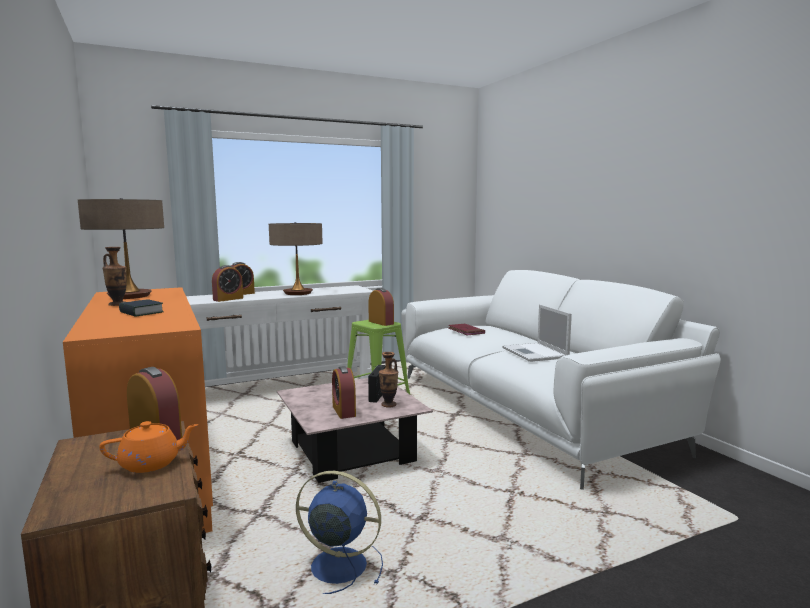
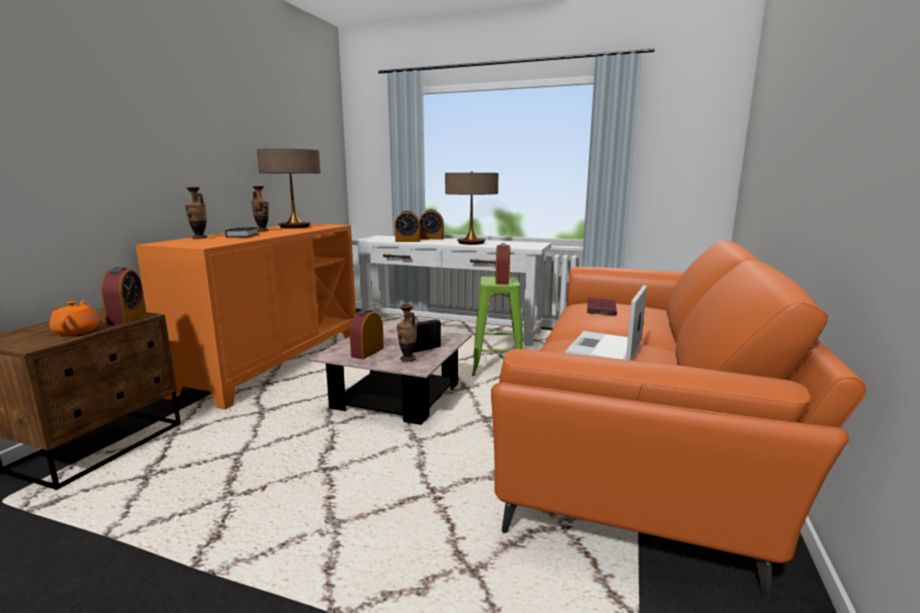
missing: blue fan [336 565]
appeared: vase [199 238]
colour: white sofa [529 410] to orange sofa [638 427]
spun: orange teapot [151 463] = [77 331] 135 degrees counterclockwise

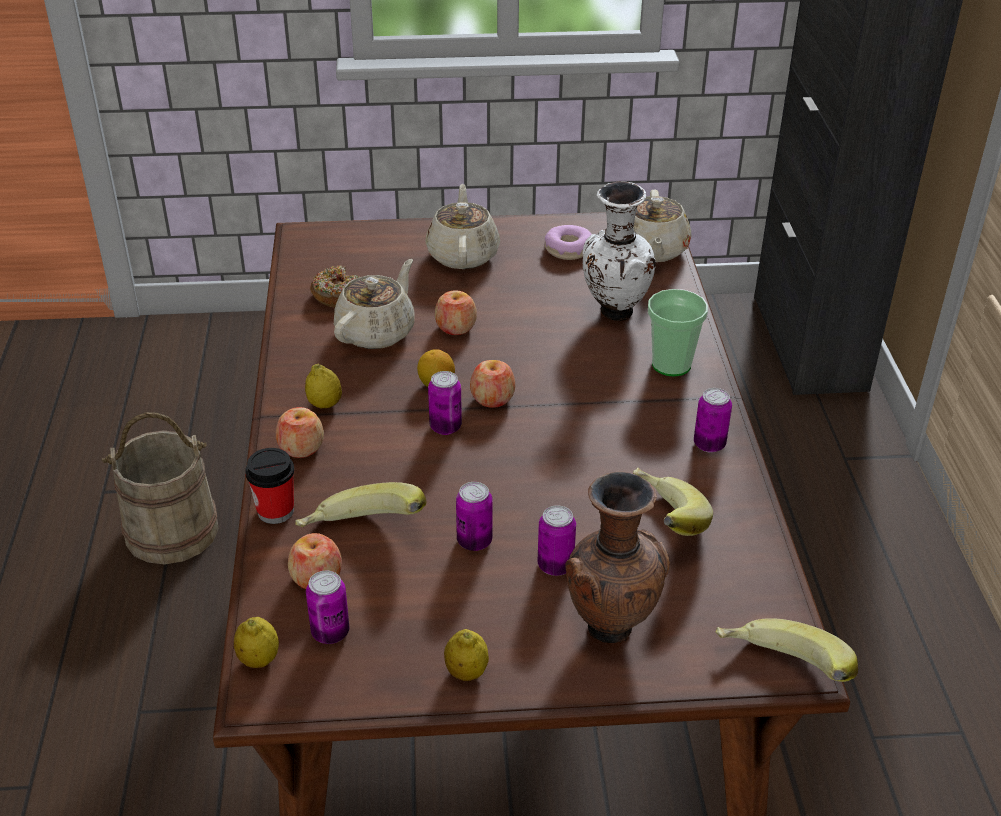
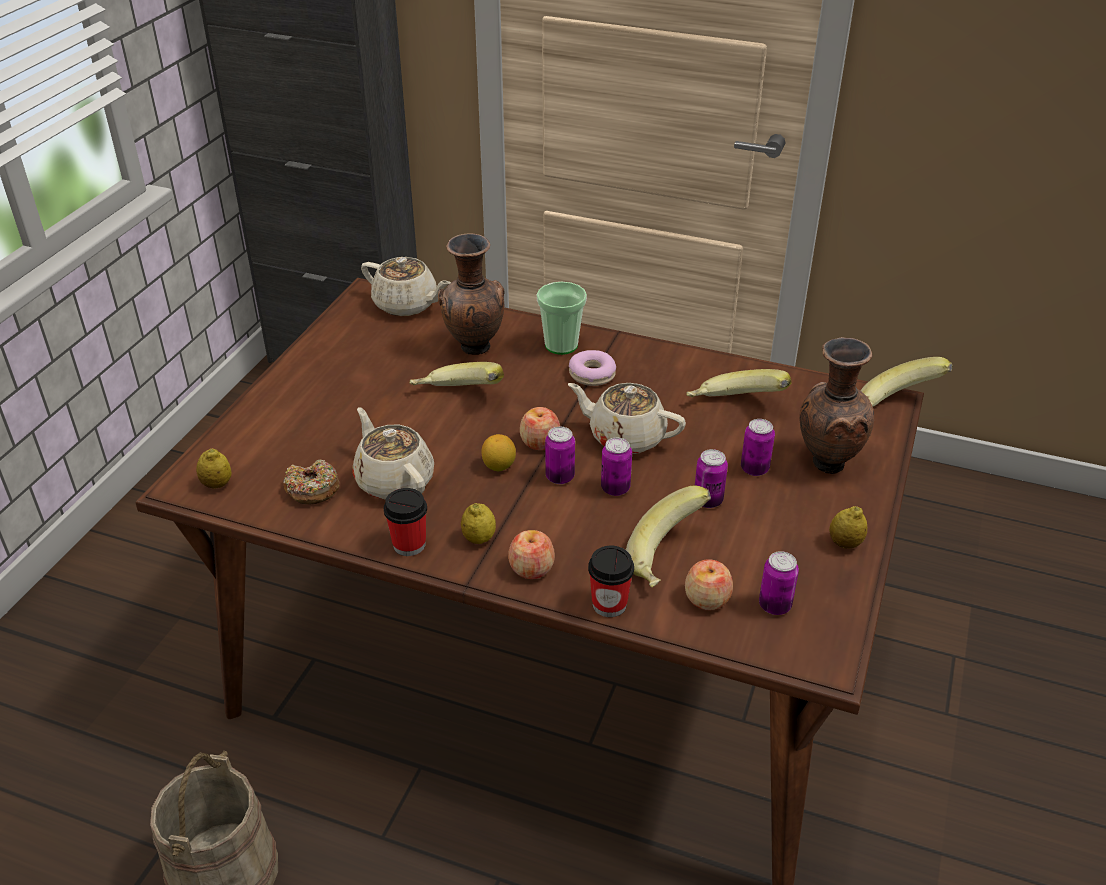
missing: apple [456 327]
appeared: cup [409 544]; banana [457 399]
relocated: lemon [259 659] to [217 484]; beige teapot [463 254] to [625 437]; donut [568 249] to [592 374]; can [709 444] to [615 488]
colour: white vase [613 312] to brown vase [474 349]

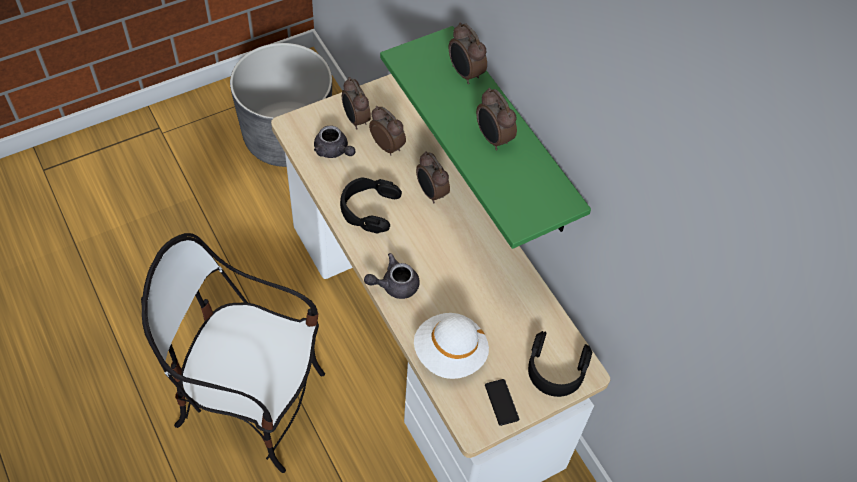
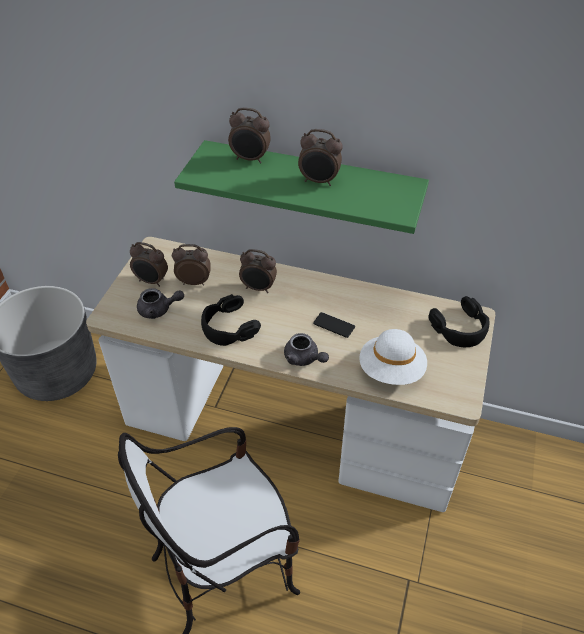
relocated: phone [501 402] to [334 325]
spun: grey teapot [394 285] = [304 359] 75 degrees counterclockwise

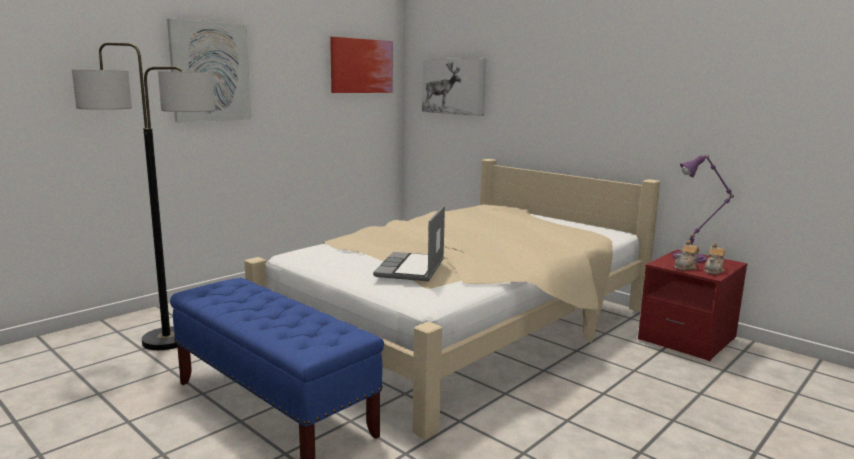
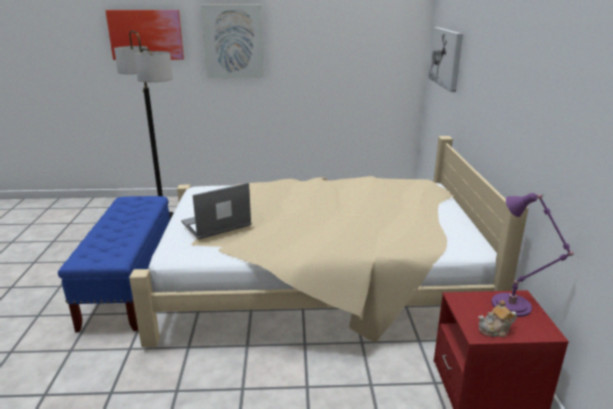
missing: teapot [686 267]
relocated: picture [361 66] to [146 35]

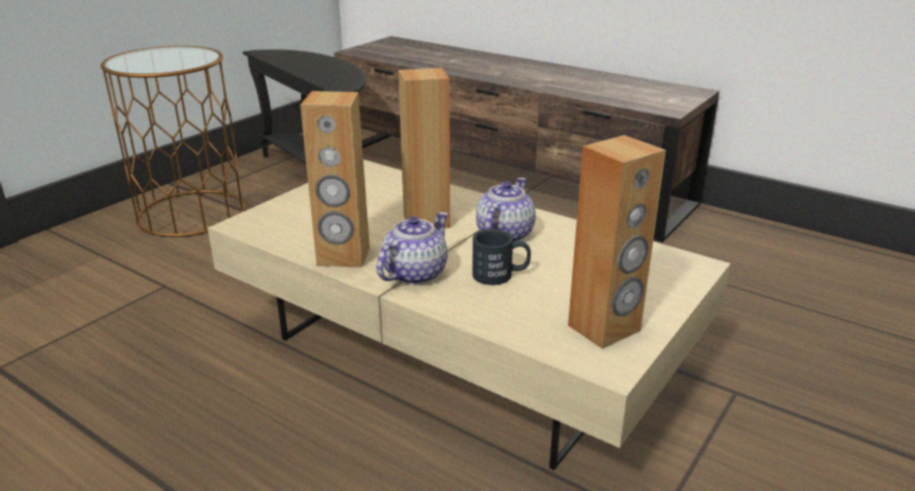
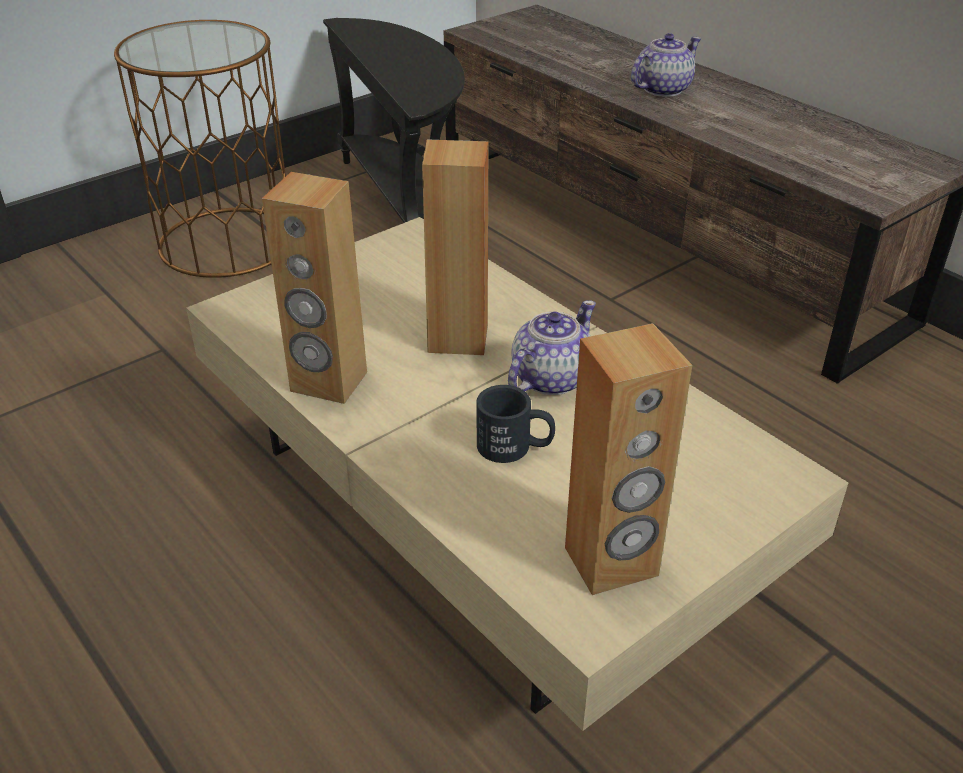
relocated: teapot [414 274] to [662 89]

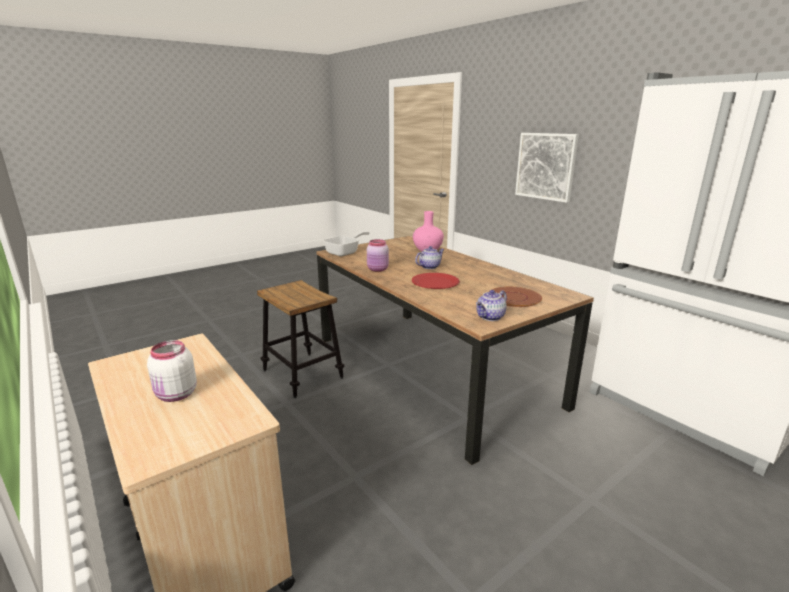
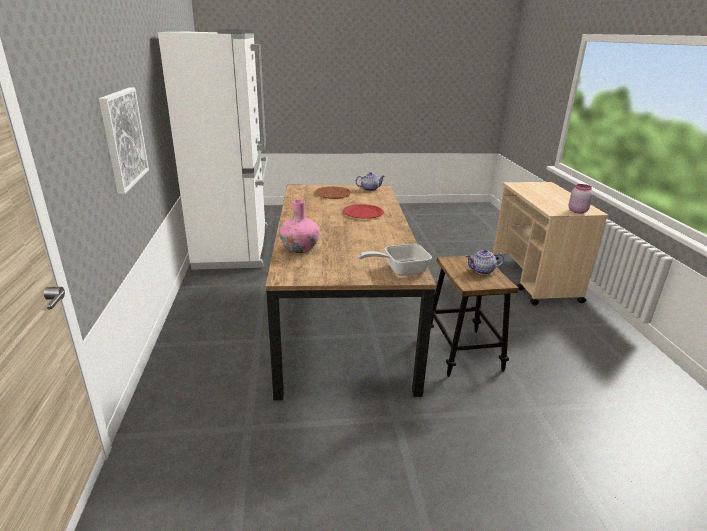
missing: white jar [176 395]
relocated: pink jar [378 269] to [577 211]; teapot [429 267] to [482 271]

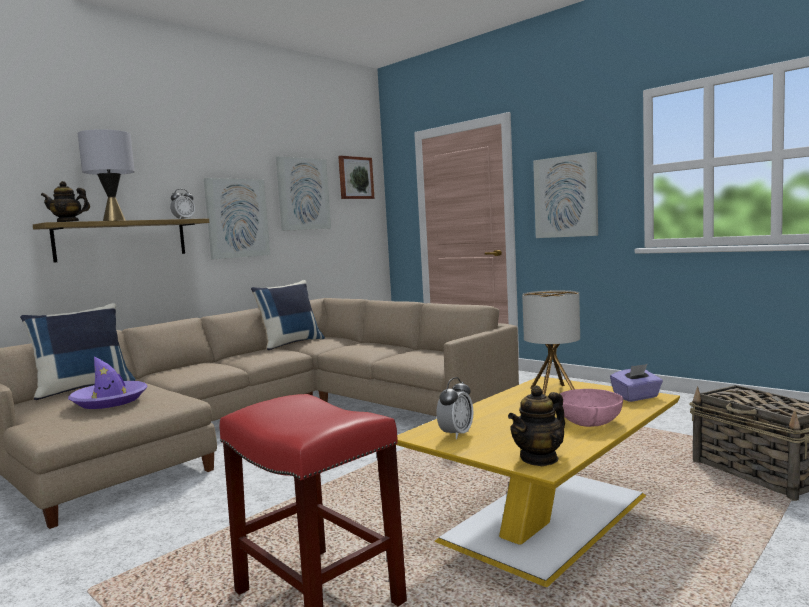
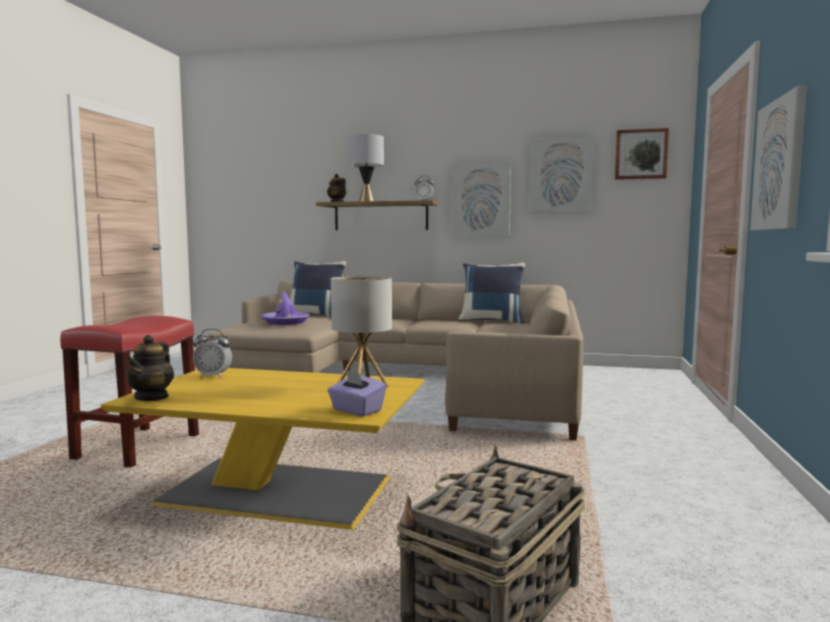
missing: pink bowl [589 421]
spun: teapot [539 458] = [152 397] 105 degrees counterclockwise

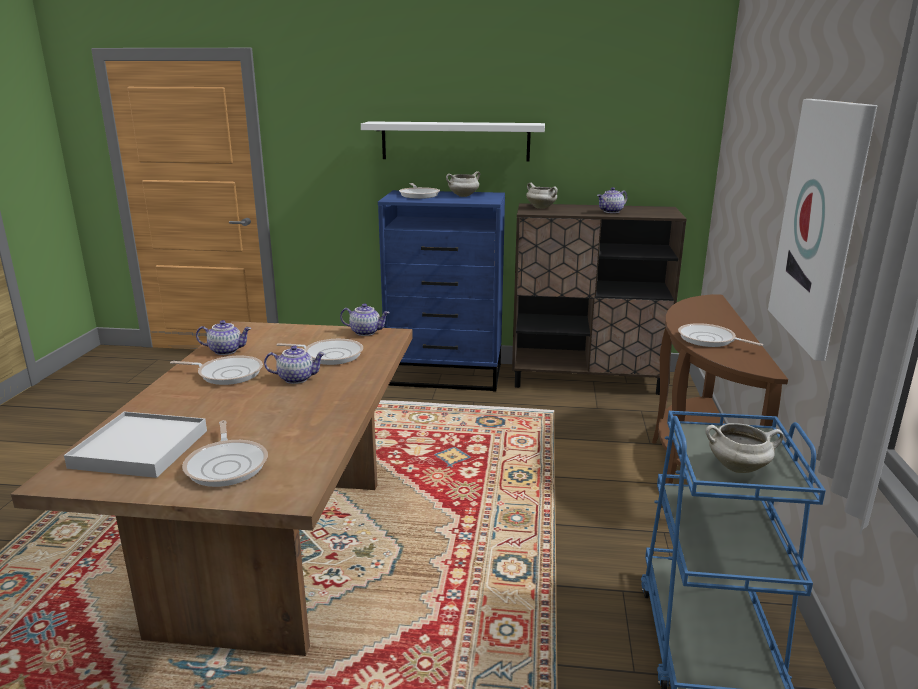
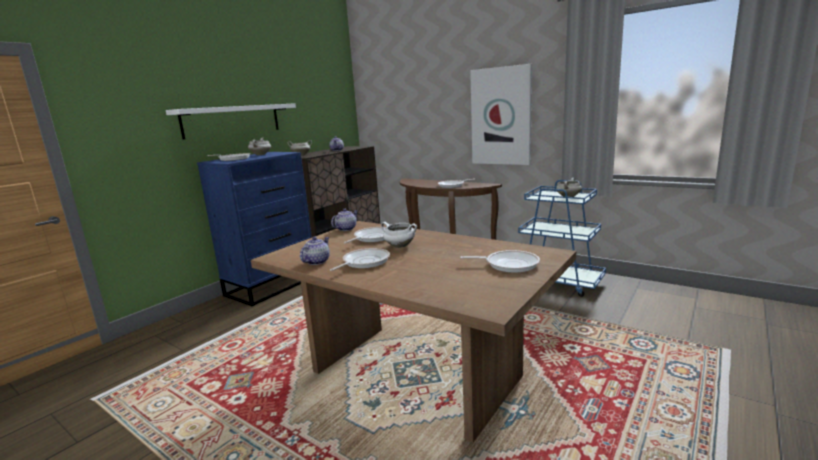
missing: white tray [141 448]
exchanged: teapot [297 378] to white cooking pot [399 246]

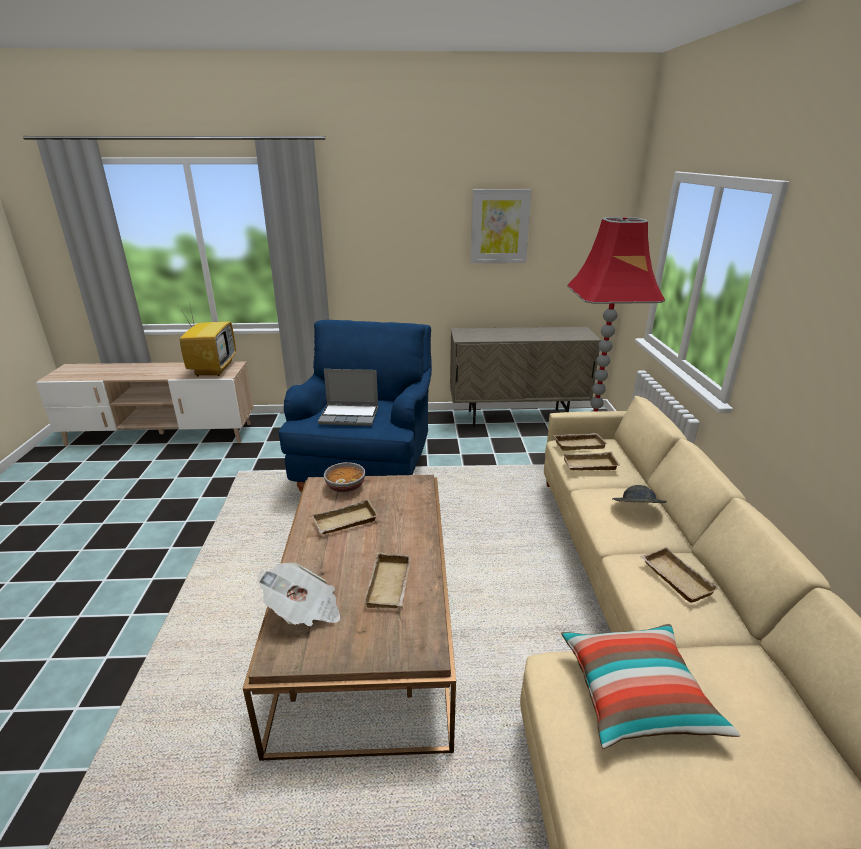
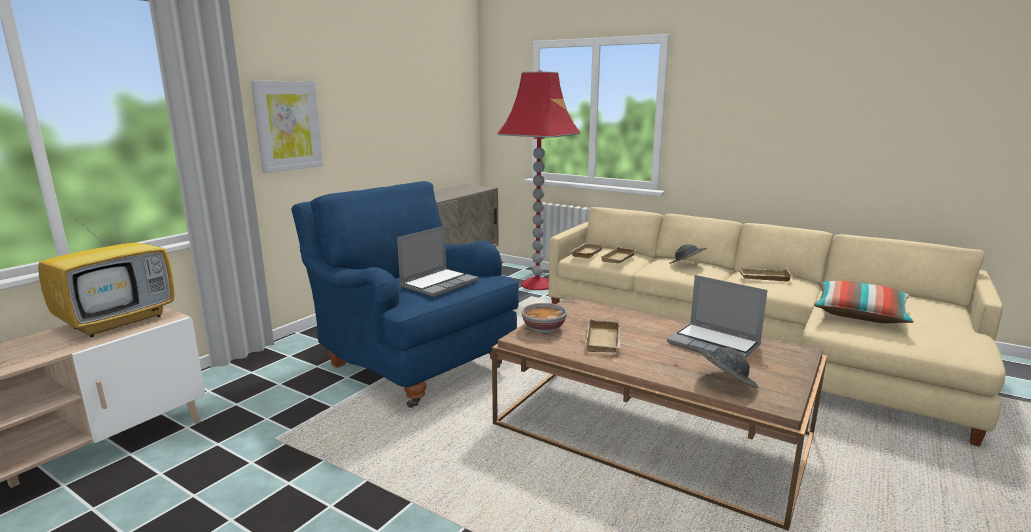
relocated: picture [499 226] to [288 126]
exchanged: newspaper [304 610] to grey hat [725 382]; beige tray [391 585] to laptop [715 344]
spun: television [213 369] = [120 321] 90 degrees clockwise

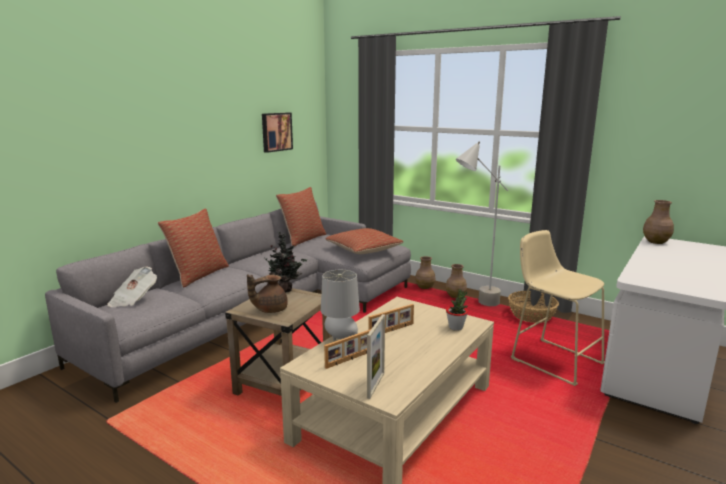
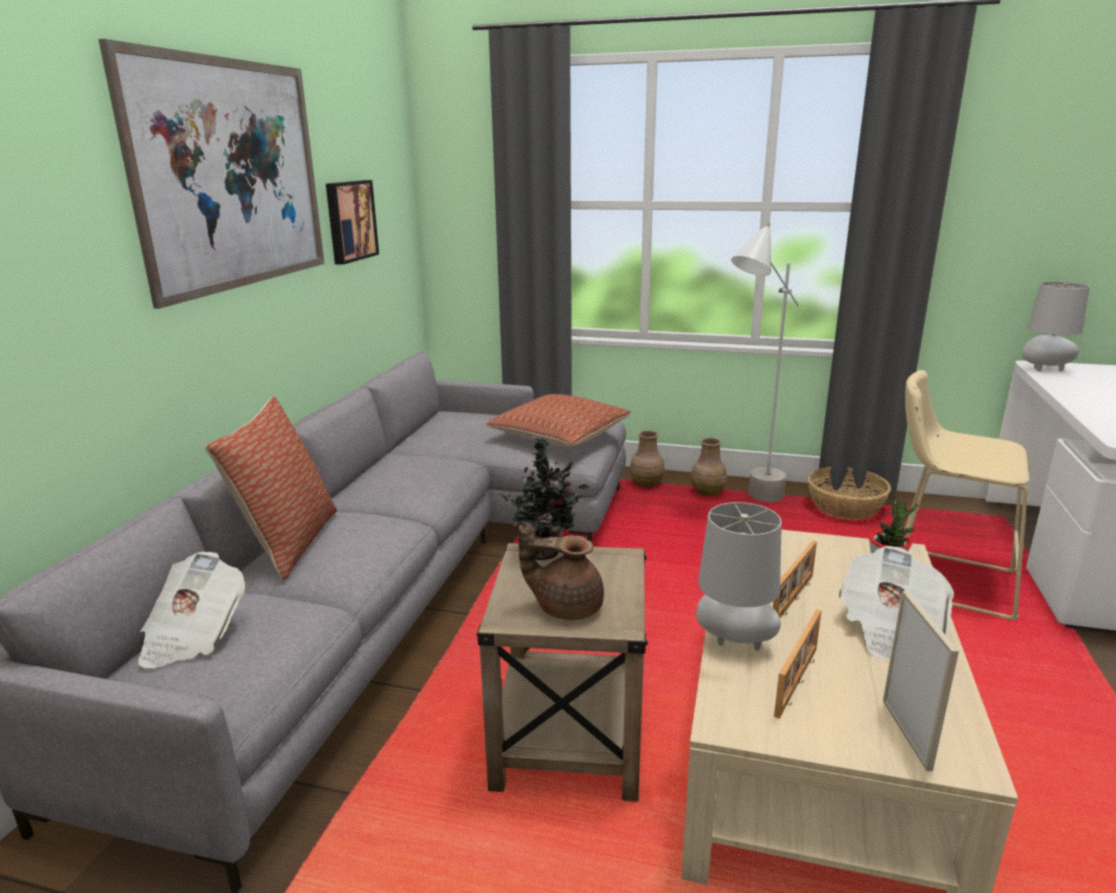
missing: pillow [303 239]
appeared: picture [233 175]; newspaper [890 629]
exchanged: brown vase [655 242] to grey table lamp [1045 370]
spun: brown teapot [270 309] = [566 606] 60 degrees clockwise

